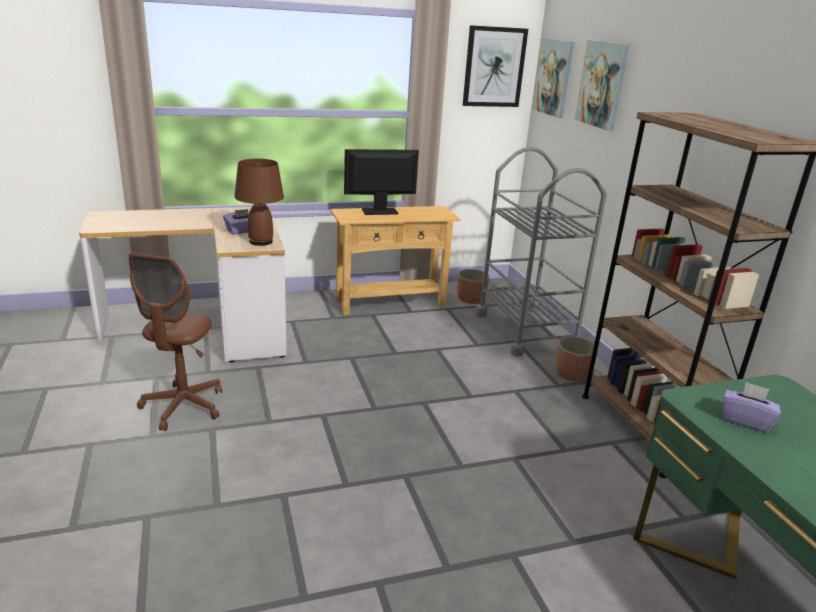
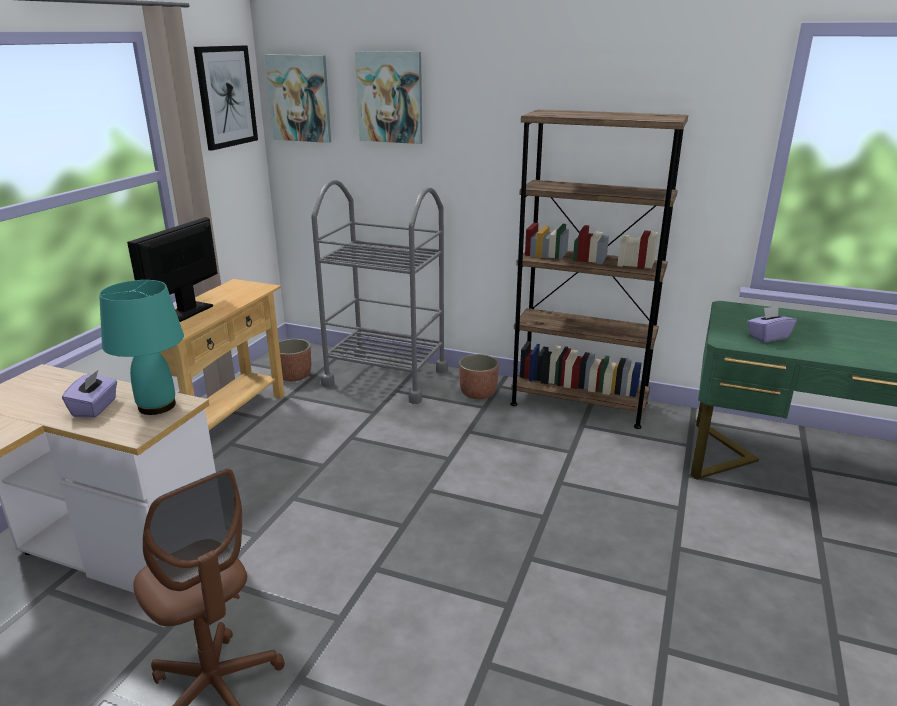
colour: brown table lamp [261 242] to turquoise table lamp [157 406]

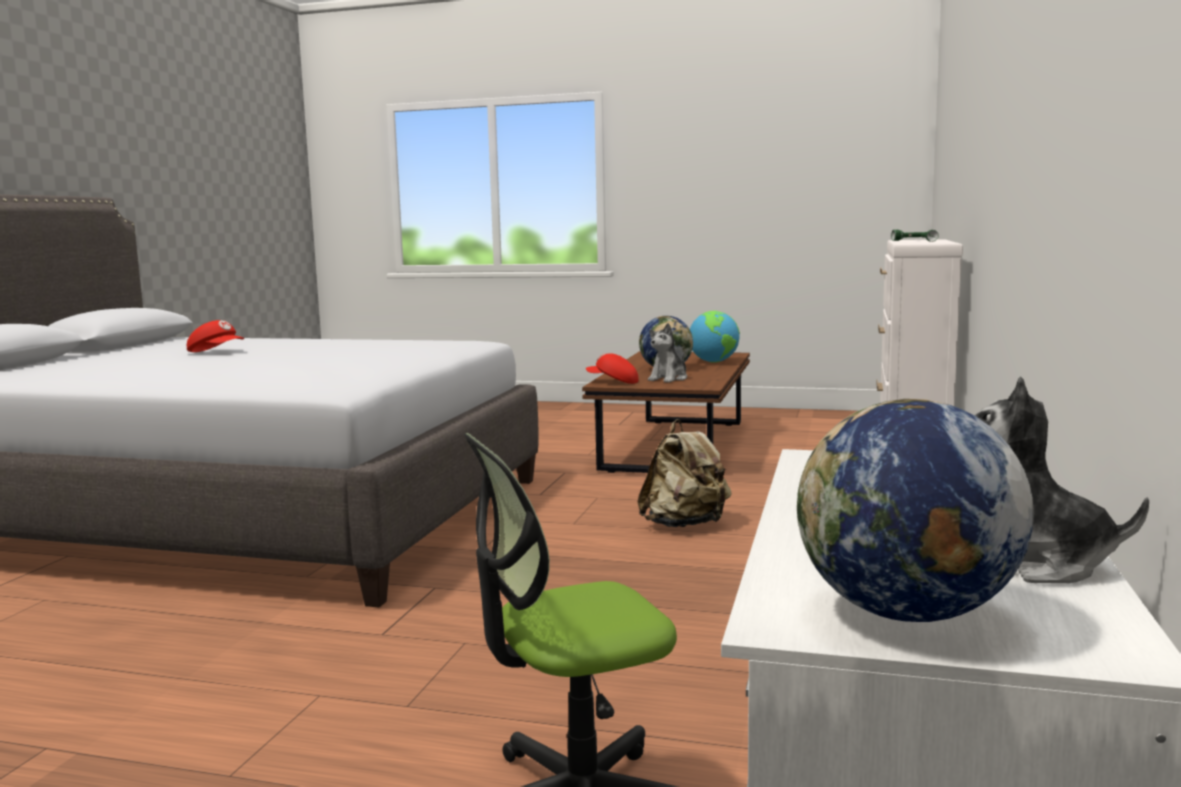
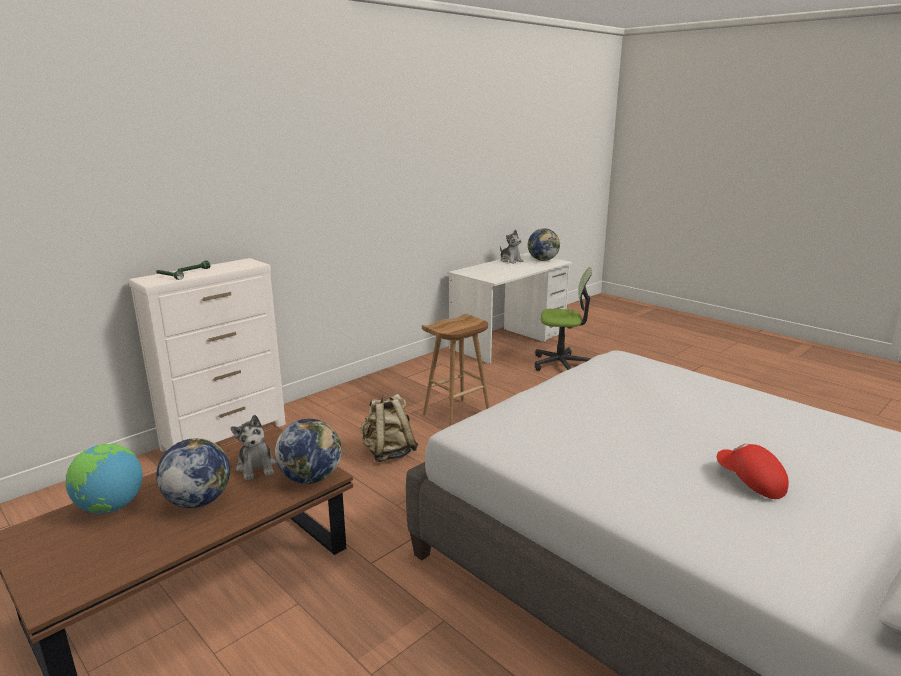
appeared: brown stool [456 415]
exchanged: red cap [613 382] to globe [311 478]
spun: plush toy [669 379] = [256 467] 90 degrees clockwise

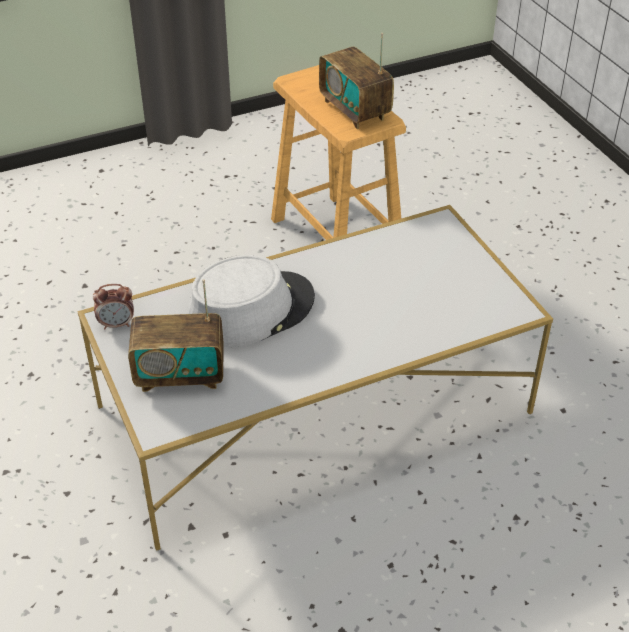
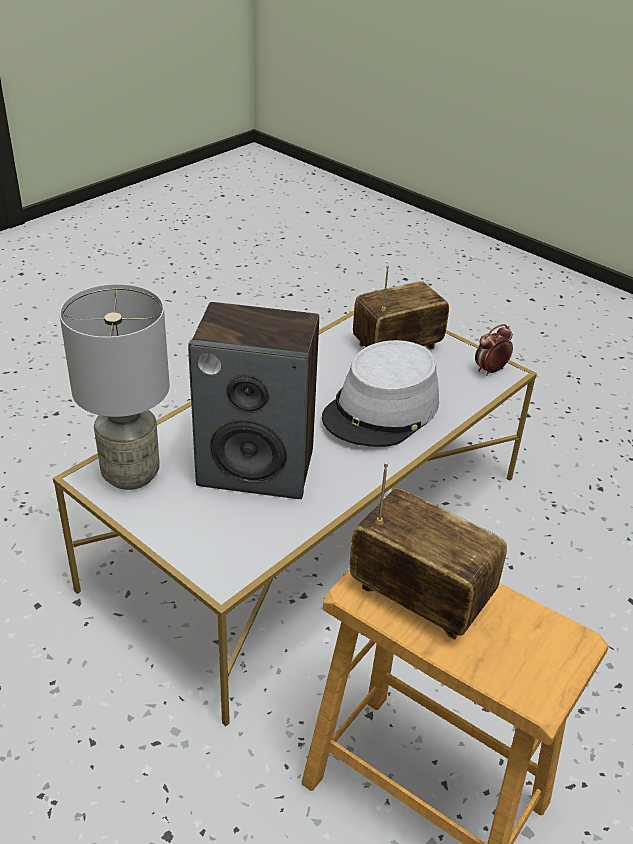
appeared: grey table lamp [132 474]; speaker [257 467]

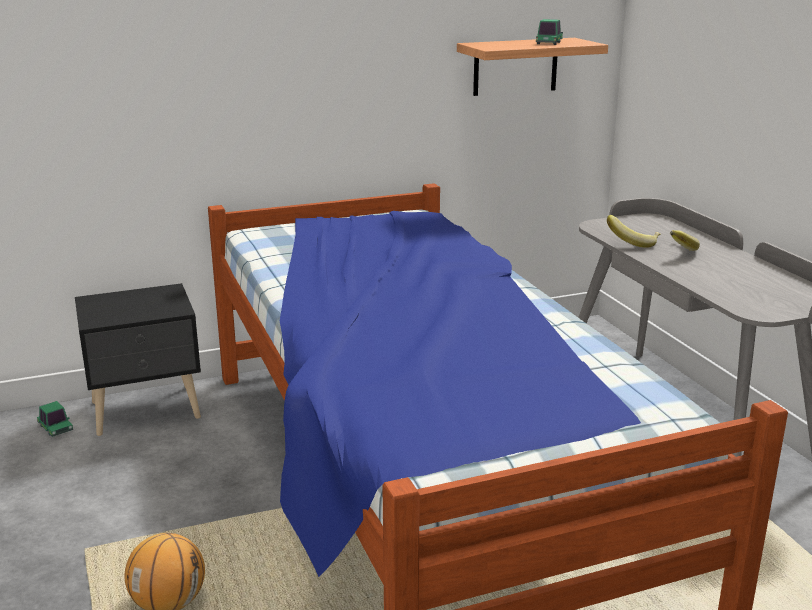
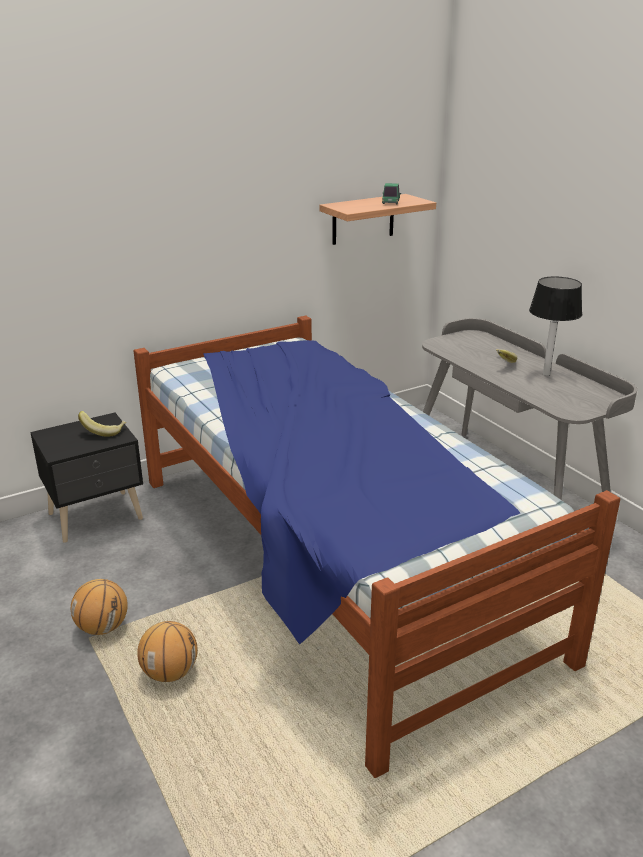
missing: toy car [55 428]
appeared: basketball [103 627]; table lamp [546 374]
relocated: banana [633 243] to [104 431]

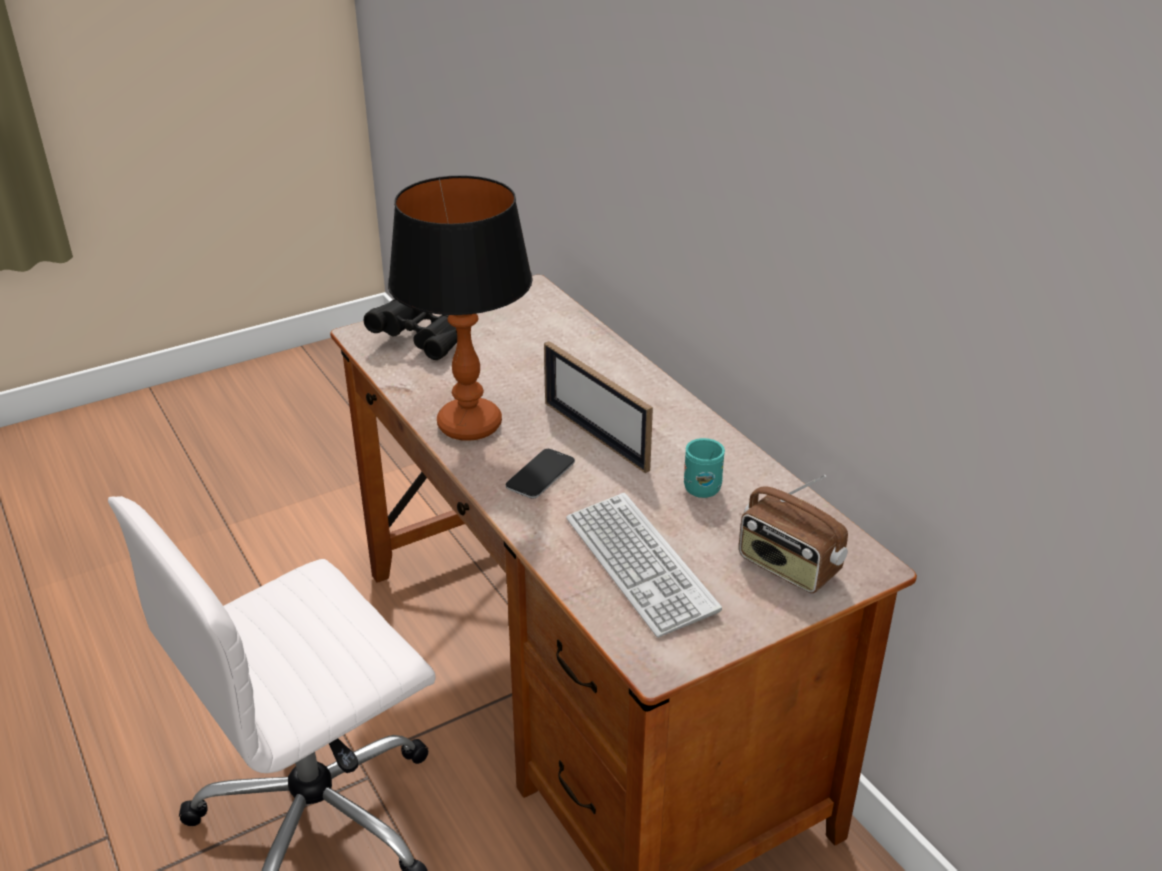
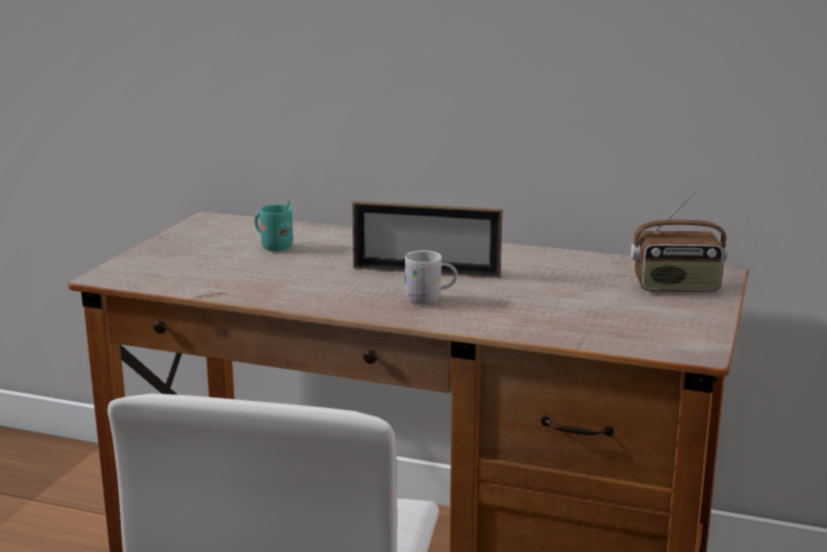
missing: black binoculars [420 341]; table lamp [470 425]; keyboard [639 565]
relocated: turquoise mug [700 485] to [273 247]
exchanged: phone [540 475] to white mug [429 300]

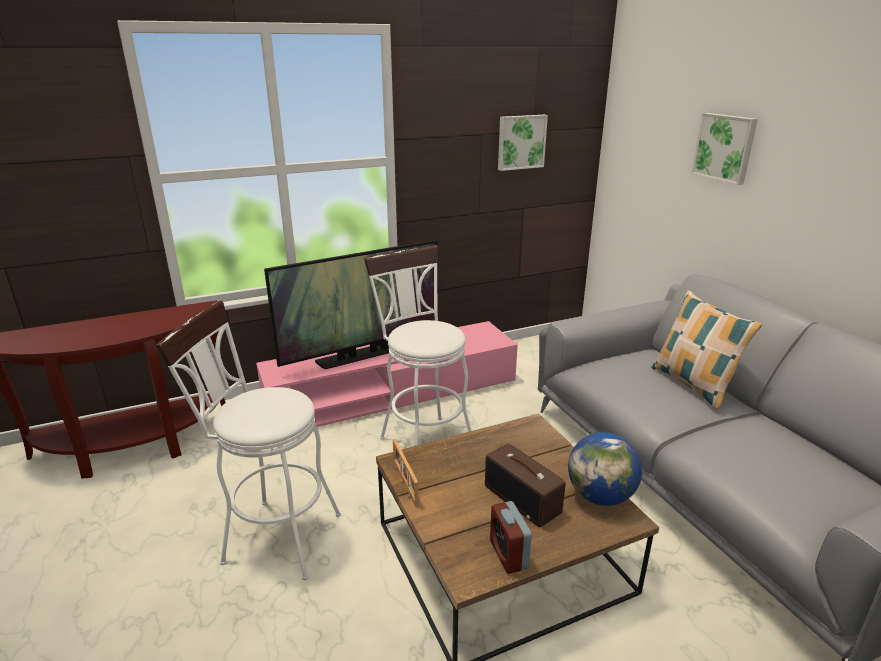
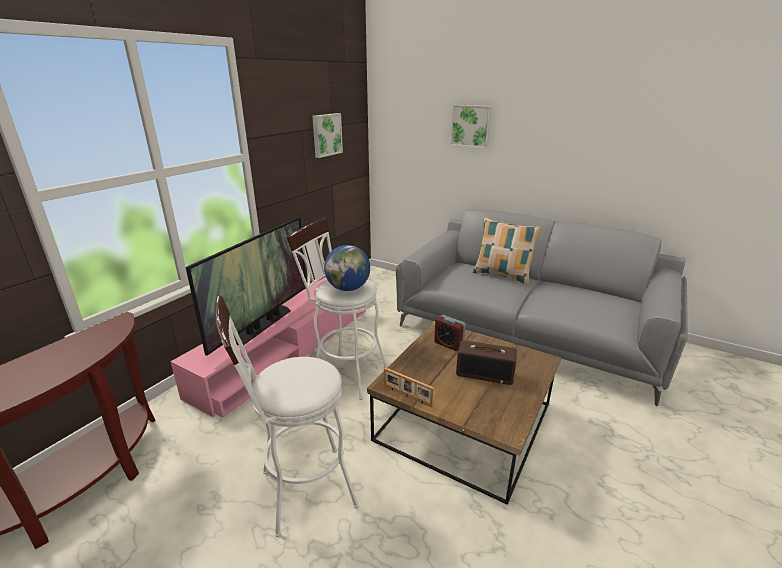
relocated: alarm clock [508 554] to [448 344]; globe [600 496] to [348 288]

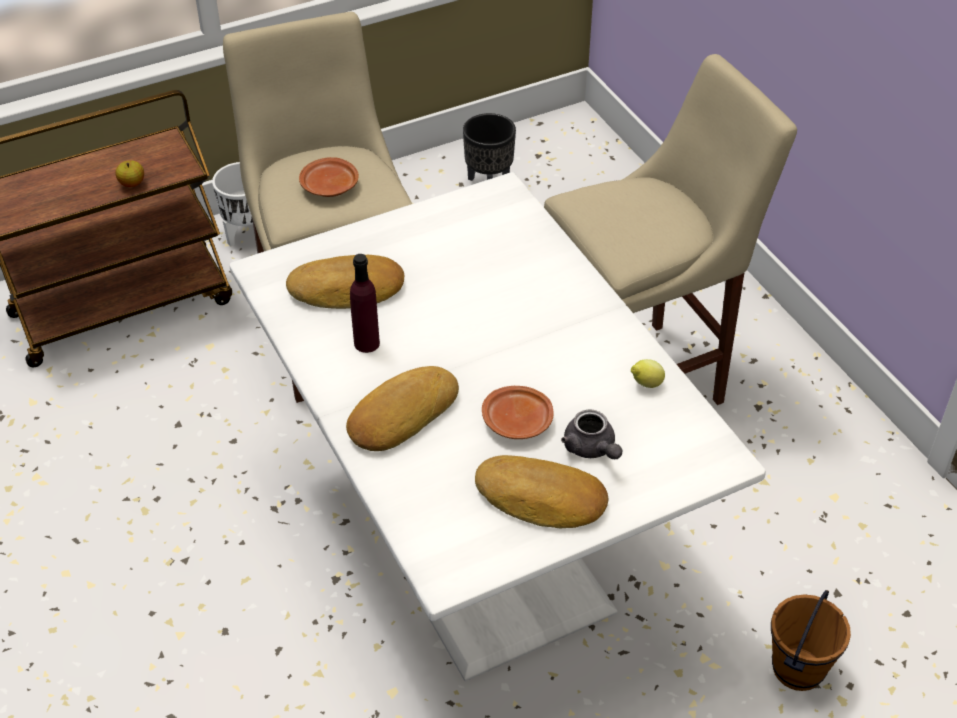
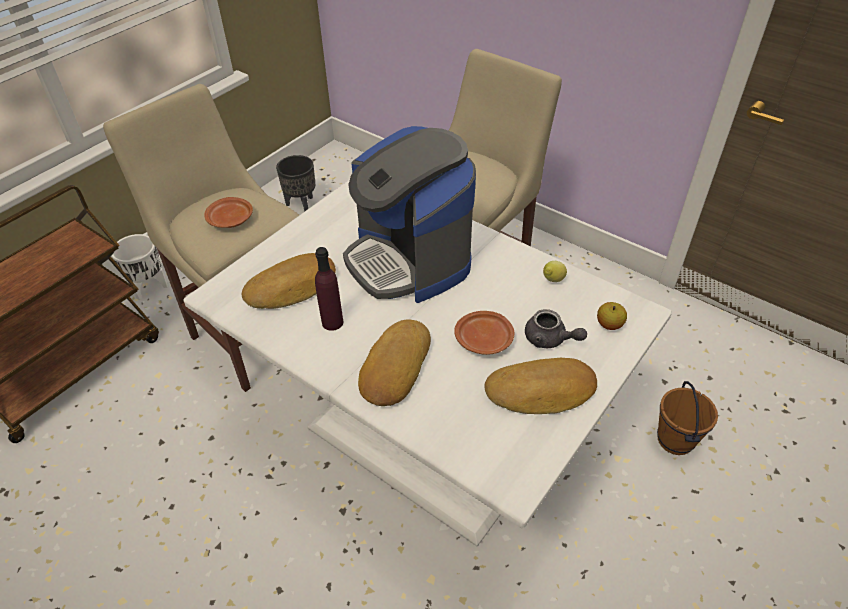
appeared: coffee machine [409 260]
relocated: apple [132 183] to [609 325]

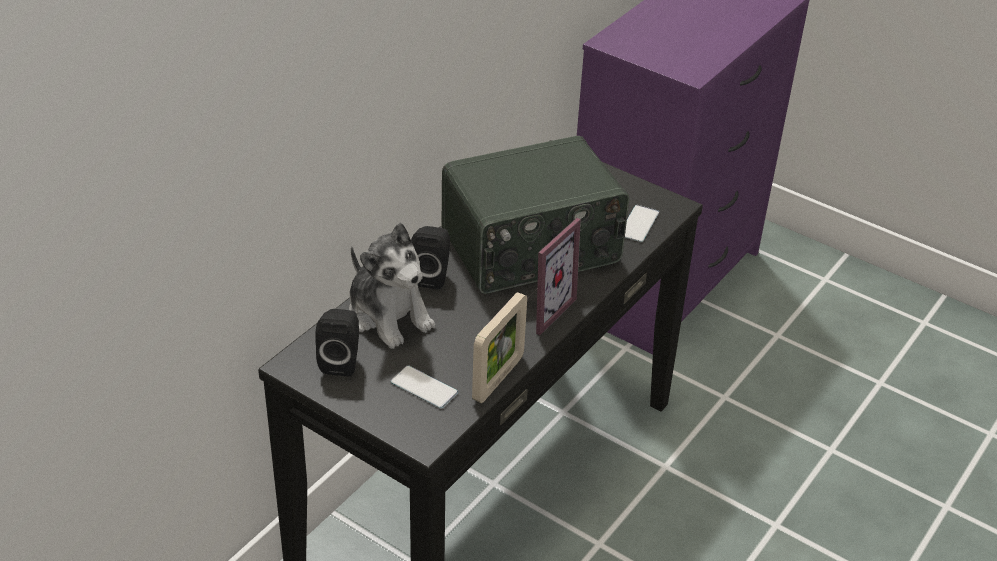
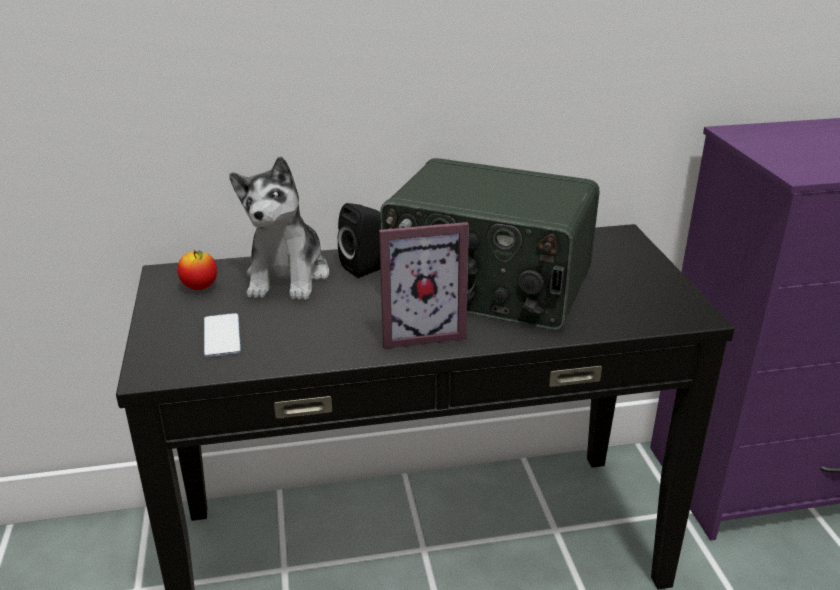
missing: picture frame [498 379]; phone [638 224]
exchanged: black speaker [341 361] to apple [200 287]

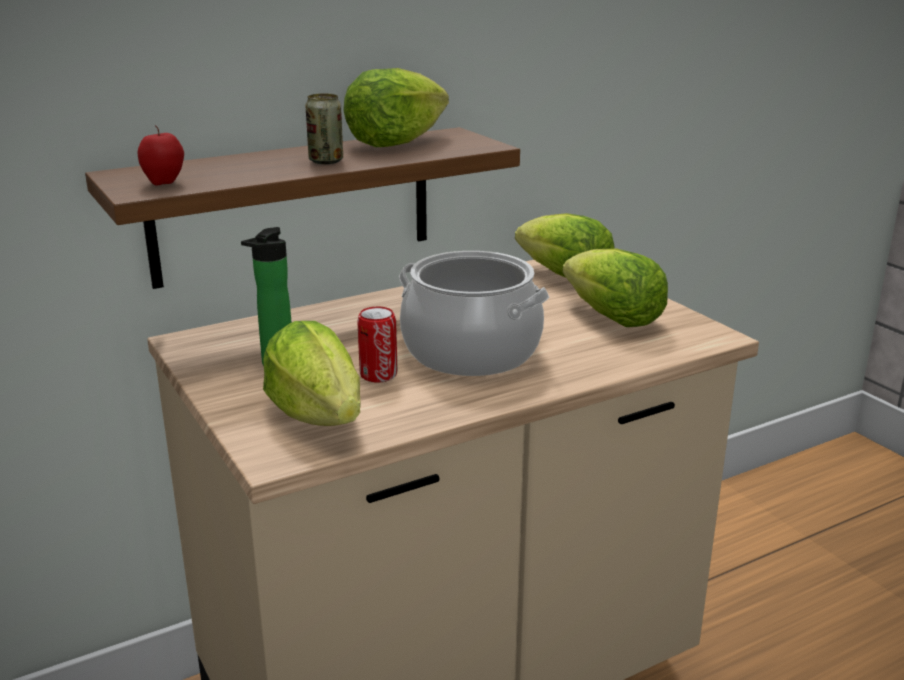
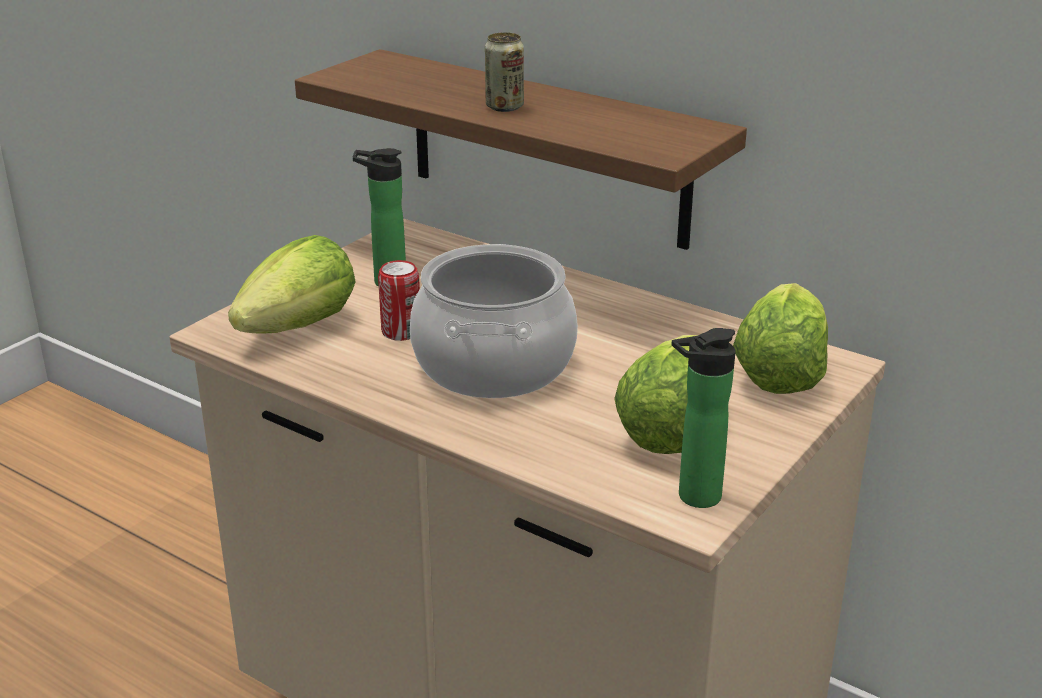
missing: apple [164 183]; lettuce [394 143]
appeared: bottle [693 498]

